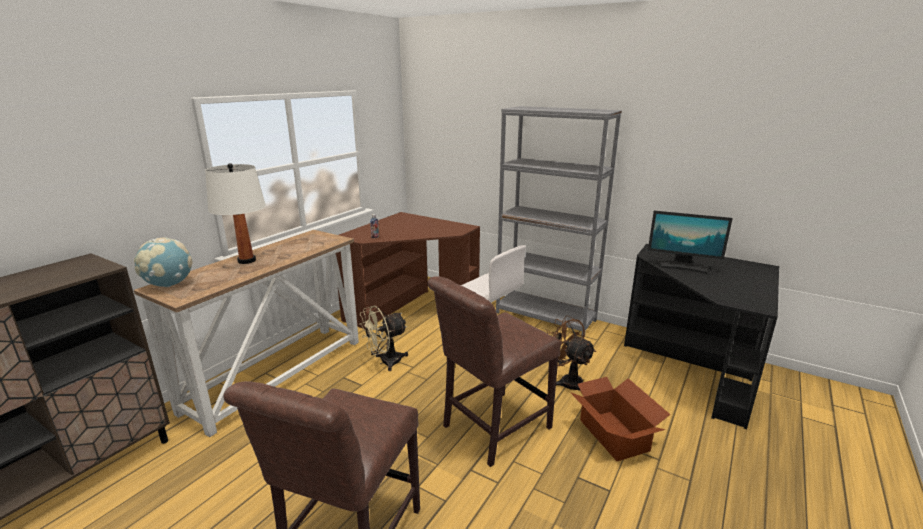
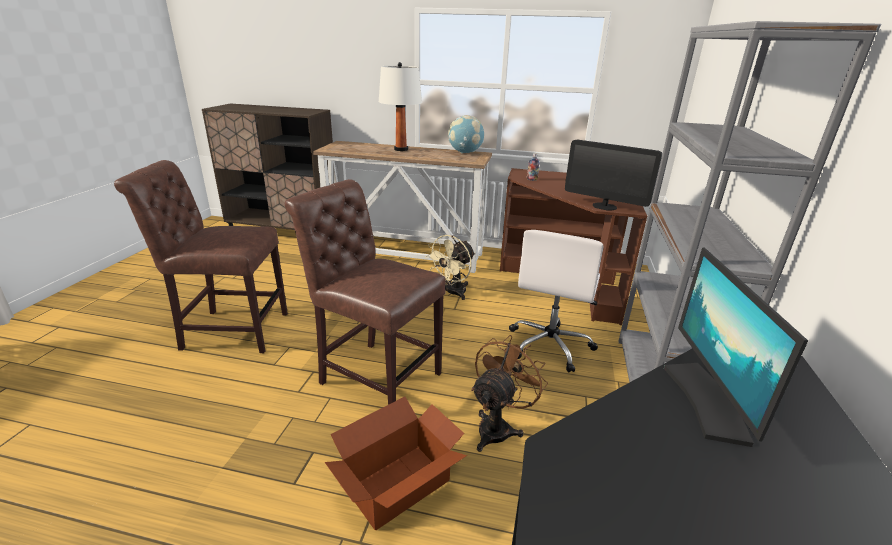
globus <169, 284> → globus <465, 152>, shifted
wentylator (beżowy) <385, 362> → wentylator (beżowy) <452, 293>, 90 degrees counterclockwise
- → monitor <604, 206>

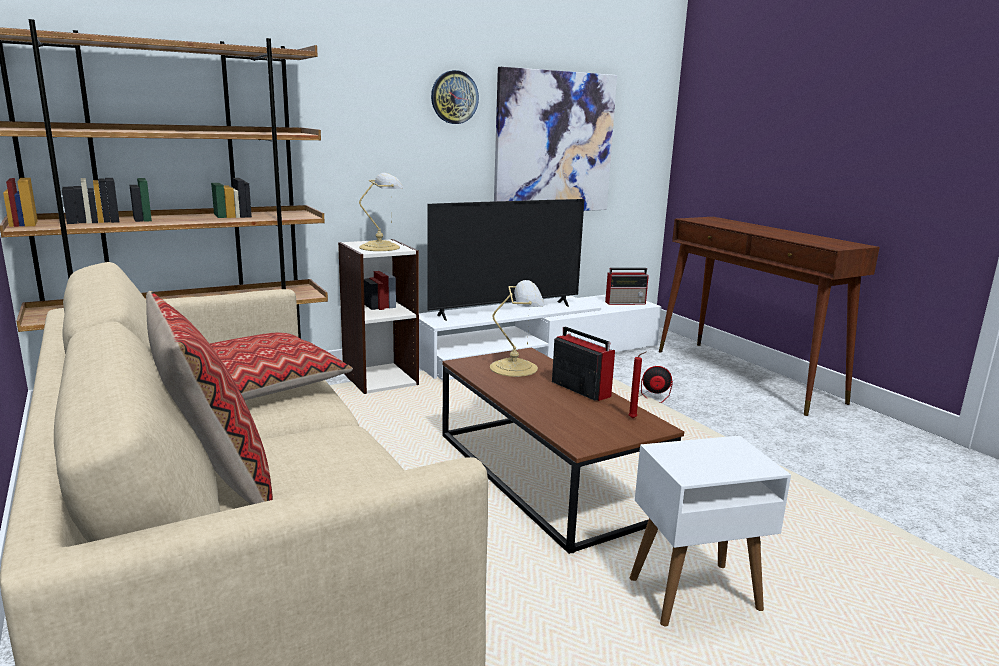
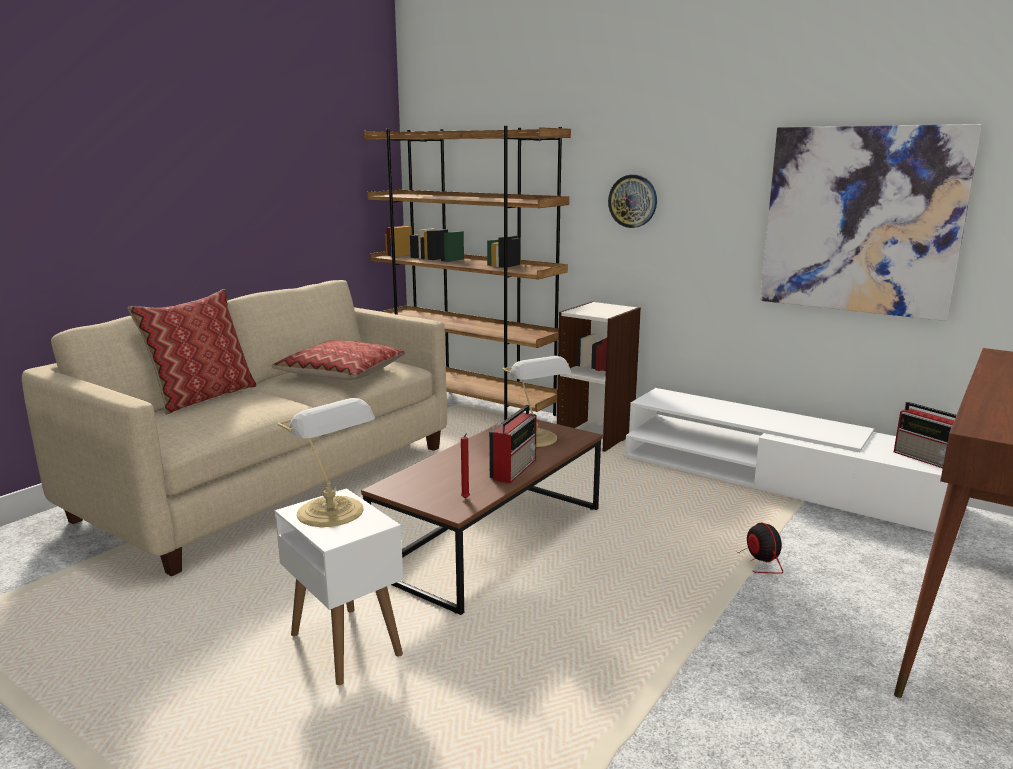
zegar ścienny <454, 97> → zegar ścienny <633, 201>, shifted
lampa stołowa <382, 247> → lampa stołowa <333, 512>, shifted
telewizor <505, 310> → -

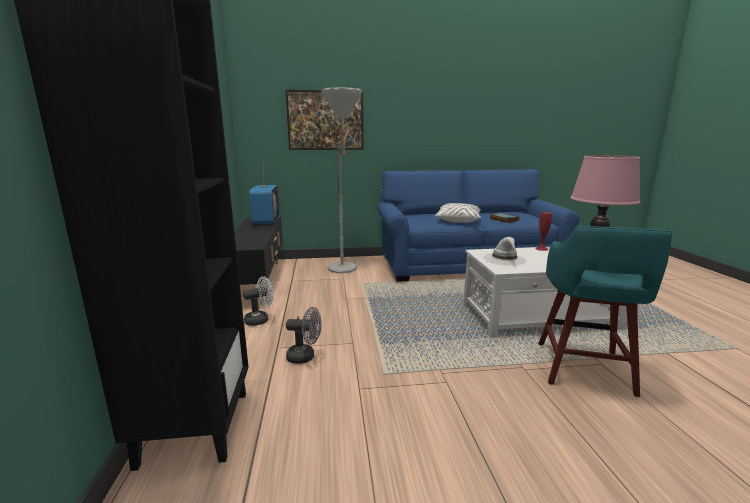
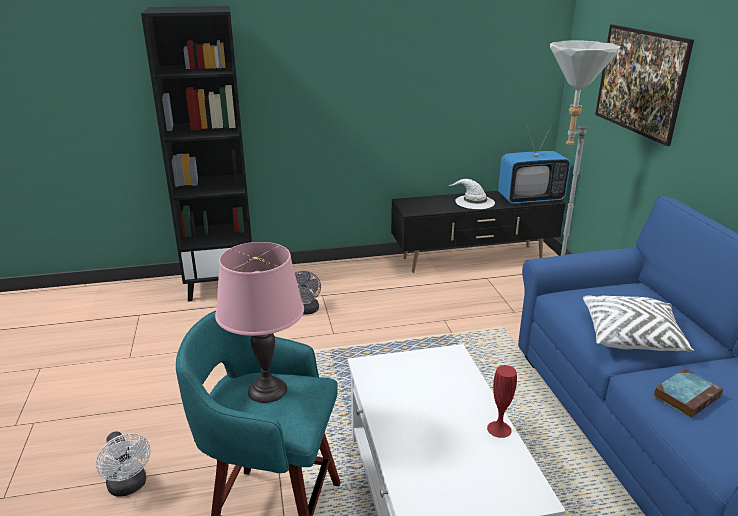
kapelusz (biały) <504, 259> → kapelusz (biały) <474, 202>, shifted
wentylator (biały) <260, 320> → wentylator (biały) <129, 486>, shifted

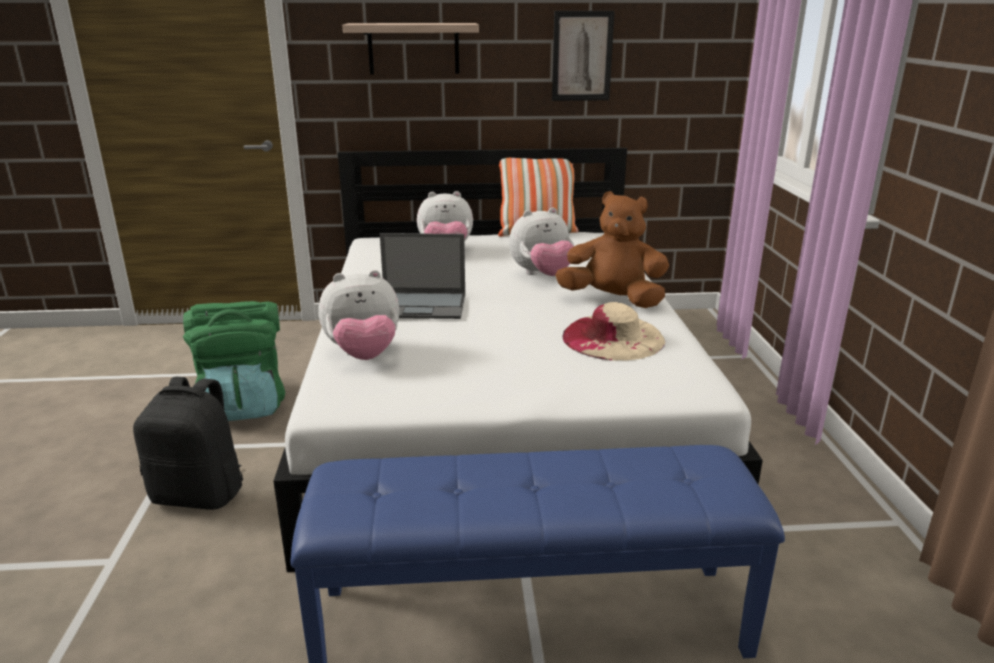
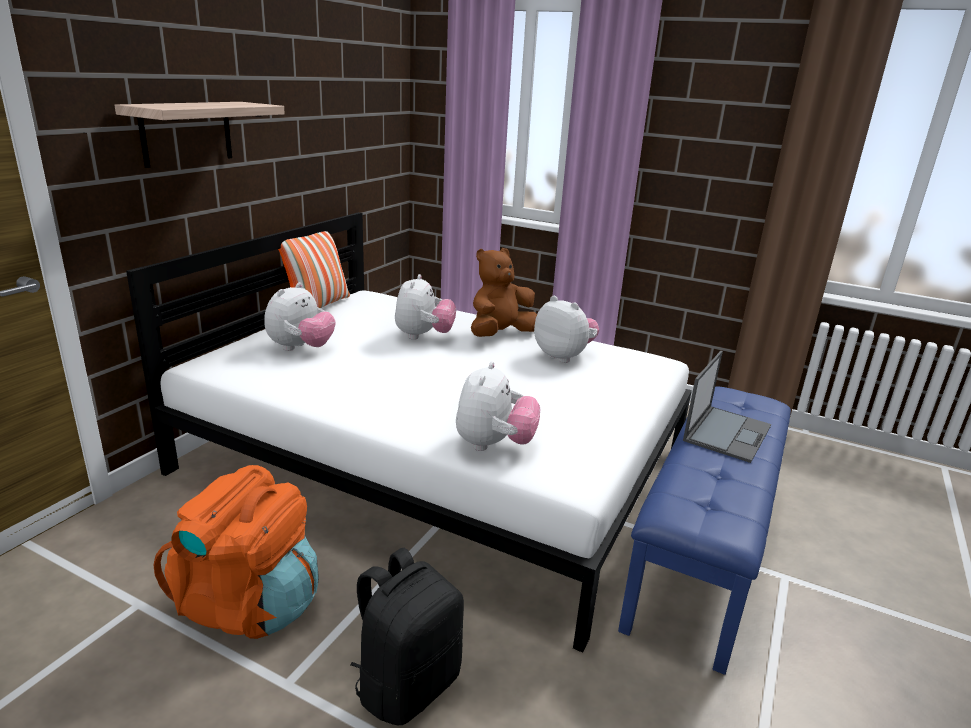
obraz <582, 56> → -
laptop <422, 306> → laptop <727, 433>, shifted
plecak (zielony) <245, 404> → plecak (pomarańczowy) <249, 604>
kapelusz (beżowy) <613, 338> → pluszak <564, 356>

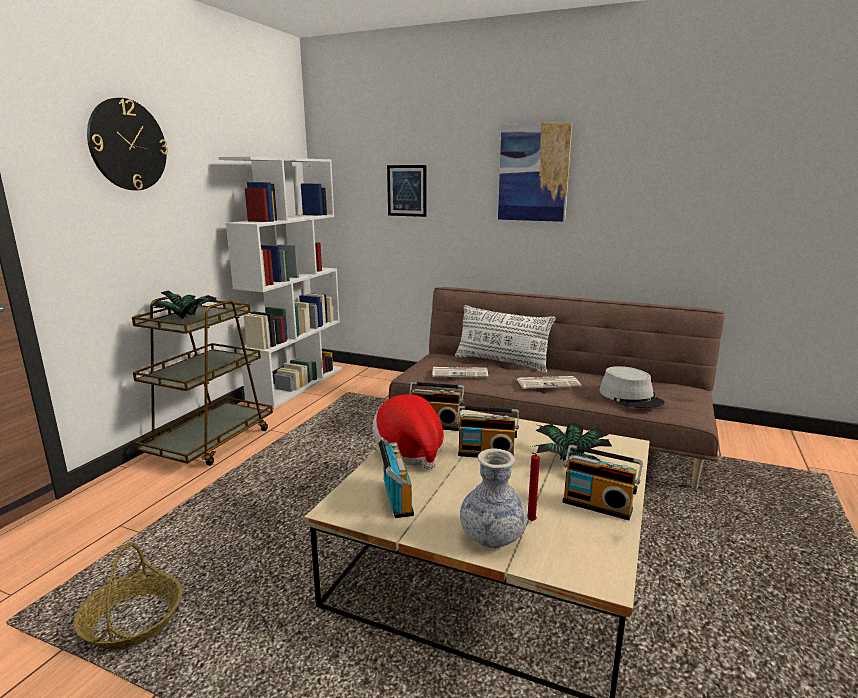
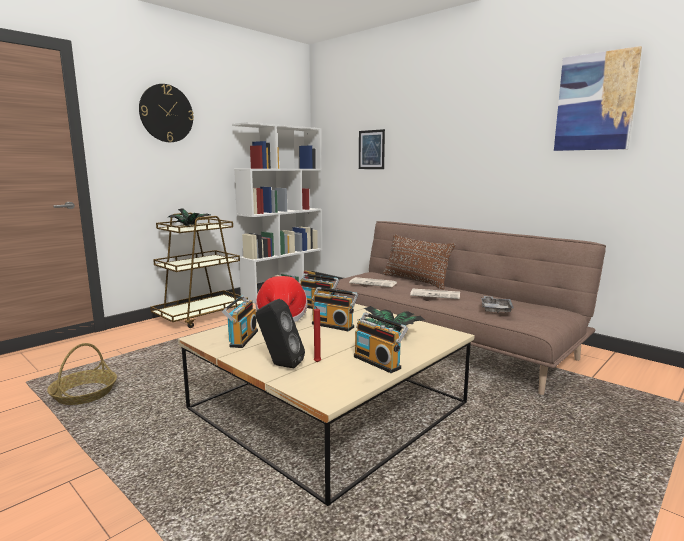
obraz <533, 173> → obraz <595, 102>, shifted
poduszka (biały) <501, 363> → poduszka (brązowy) <415, 281>
kapelusz (szary) <630, 397> → taca (szary) <495, 309>
wazon <492, 537> → głośnik (czarny) <279, 365>

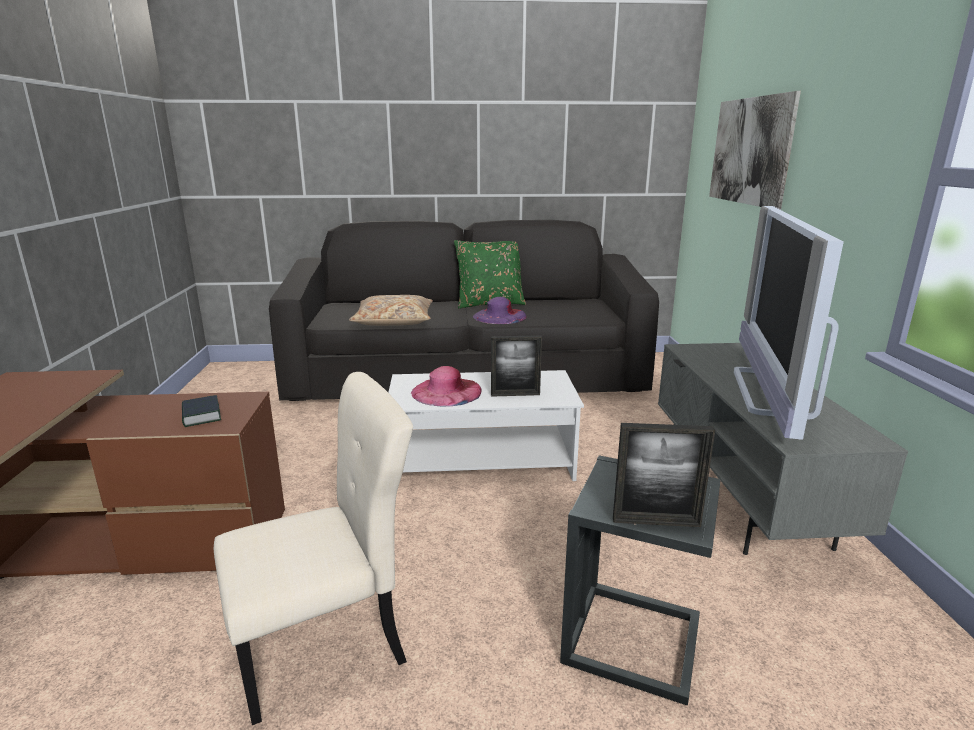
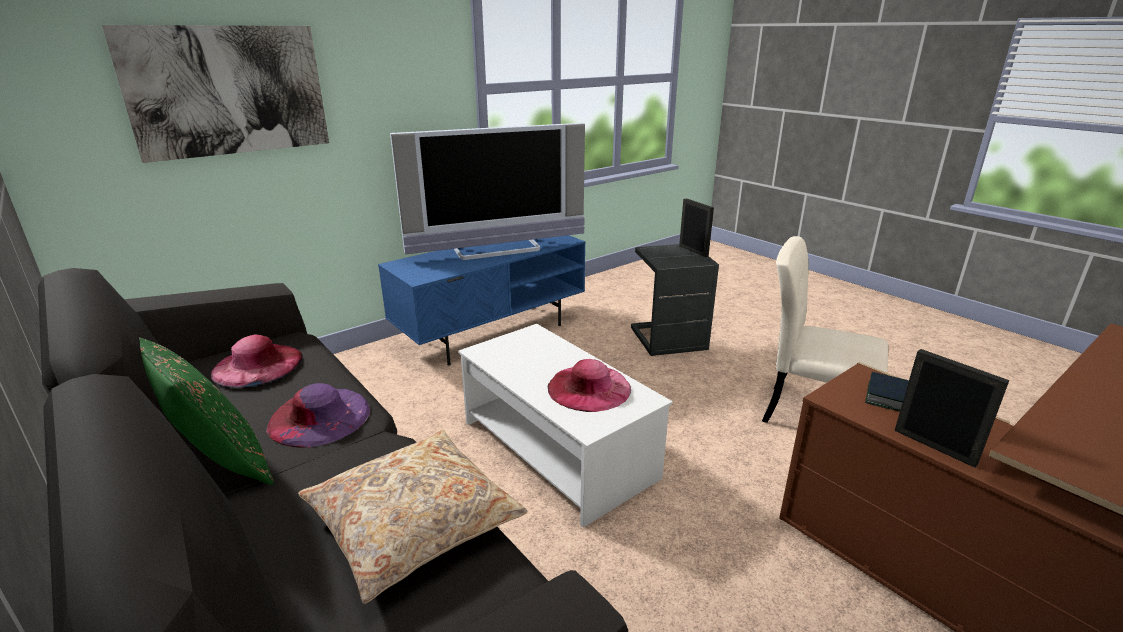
ramka na zdjęcie <515, 394> → ramka na zdjęcie <934, 446>, shifted
szafka pod telewizor (szary) <744, 496> → szafka pod telewizor (niebieski) <492, 332>
- → kapelusz (różowy) <257, 364>

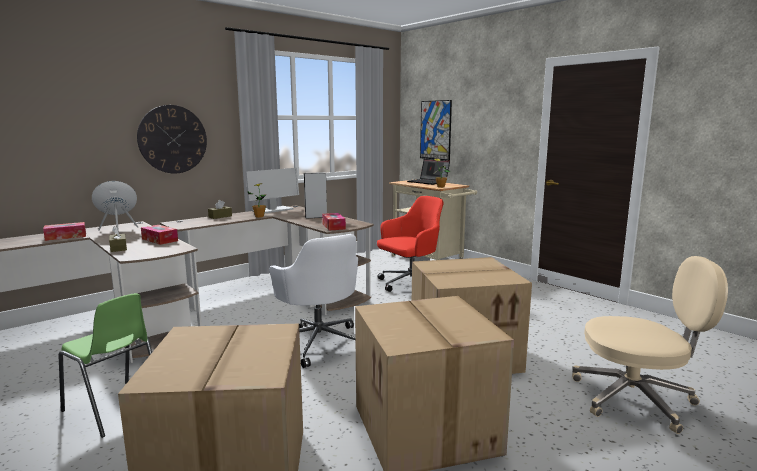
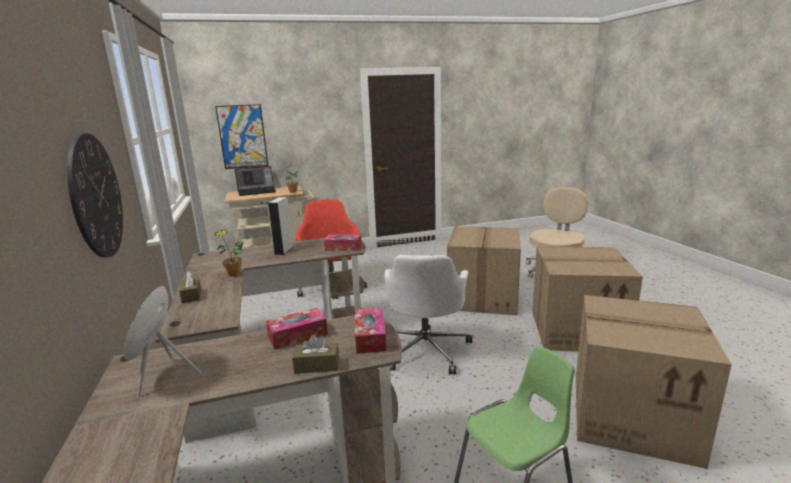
monitor <272, 210> → -
pudełko chusteczek <66, 236> → pudełko chusteczek <370, 337>, shifted
krzesło biurowe (biały) <319, 343> → krzesło biurowe (biały) <426, 349>, 105 degrees clockwise

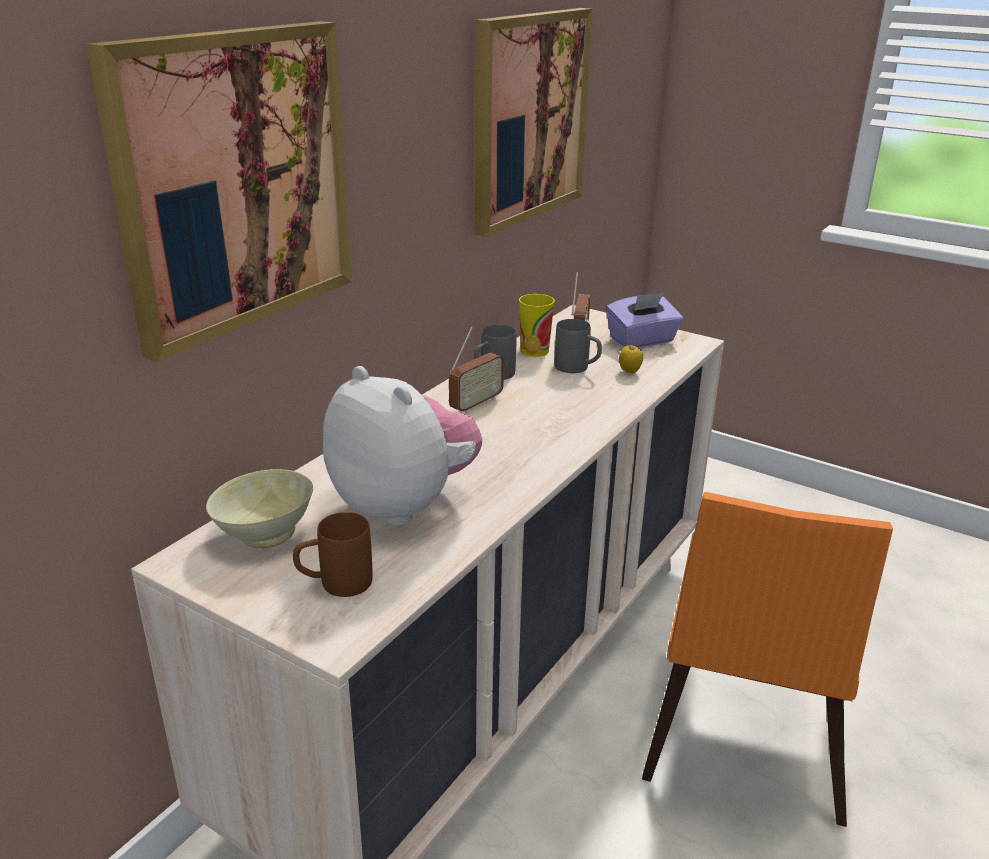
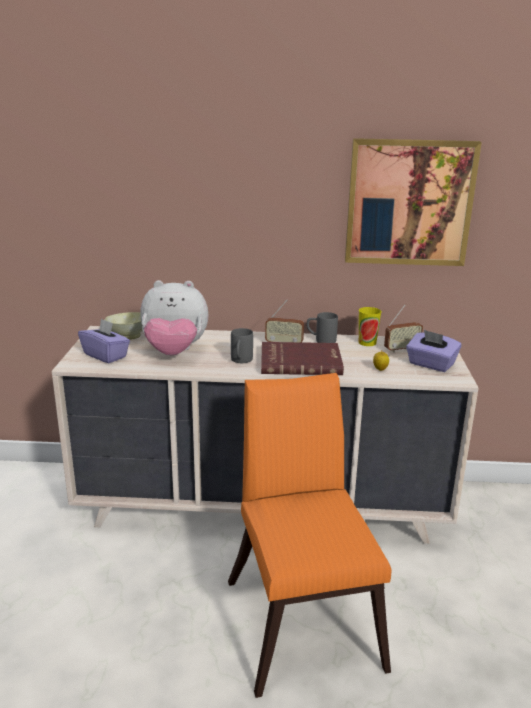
obraz <235, 182> → -
kubek (szary) <578, 369> → kubek (szary) <240, 361>, shifted
pluszak <404, 504> → pluszak <174, 352>, 75 degrees clockwise
krzesło (pomarańczowy) <742, 736> → krzesło (pomarańczowy) <302, 614>, 90 degrees clockwise
kubek (brązowy) <335, 584> → pudełko chusteczek (fioletowy) <106, 355>
- → książka (czerwony) <300, 361>

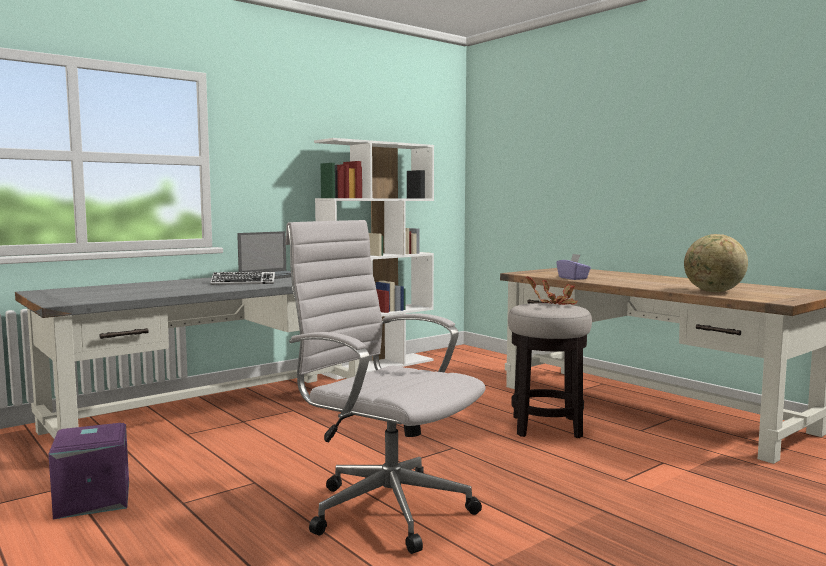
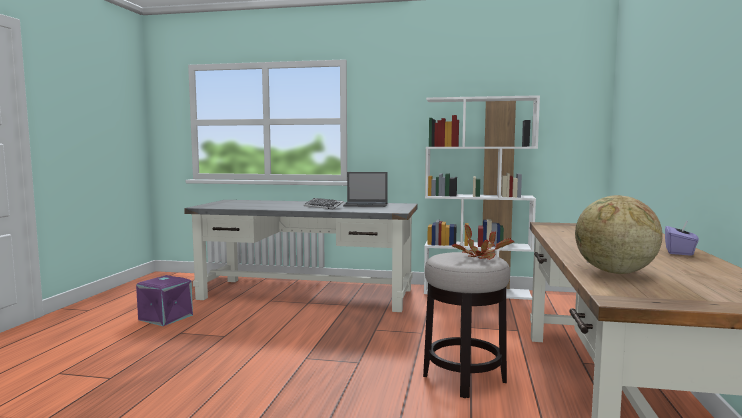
krzesło biurowe (biały) <384, 508> → -
pudełko chusteczek (fioletowy) <573, 278> → pudełko chusteczek (fioletowy) <680, 252>, shifted

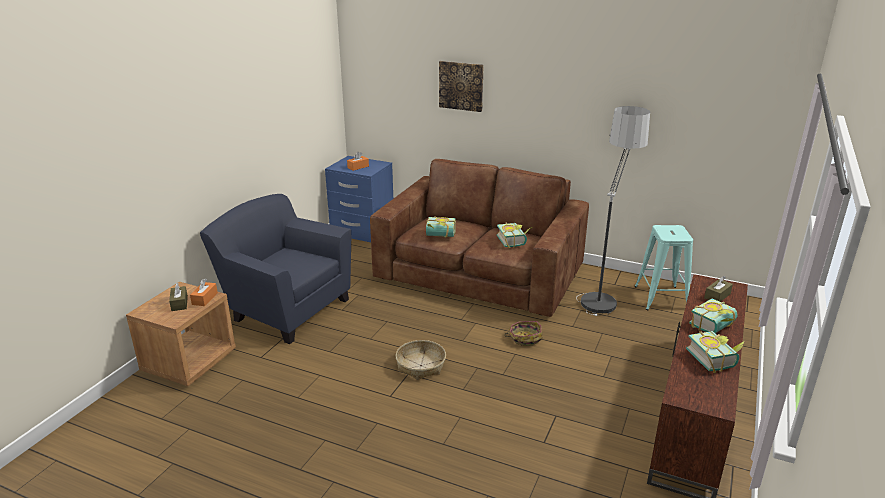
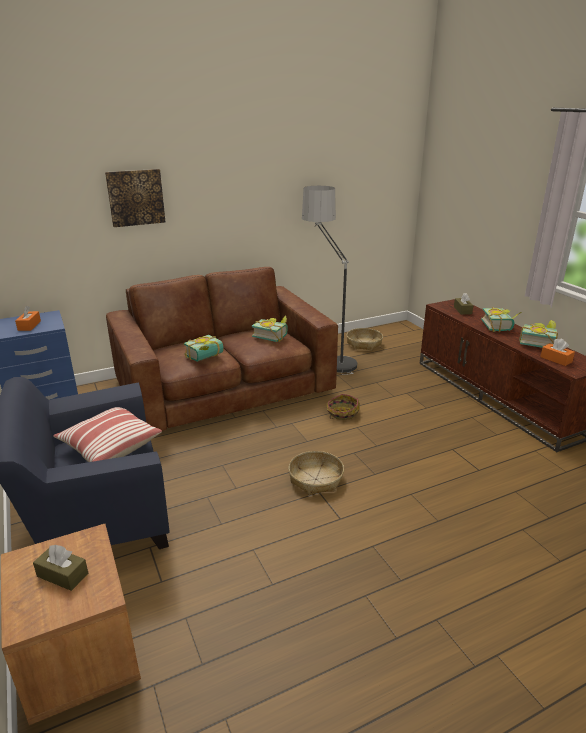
stołek (turkusowy) <661, 298> → koszyk <364, 344>
pudełko chusteczek (pomarańczowy) <204, 298> → pudełko chusteczek (pomarańczowy) <556, 359>, shifted
- → poduszka <109, 446>

